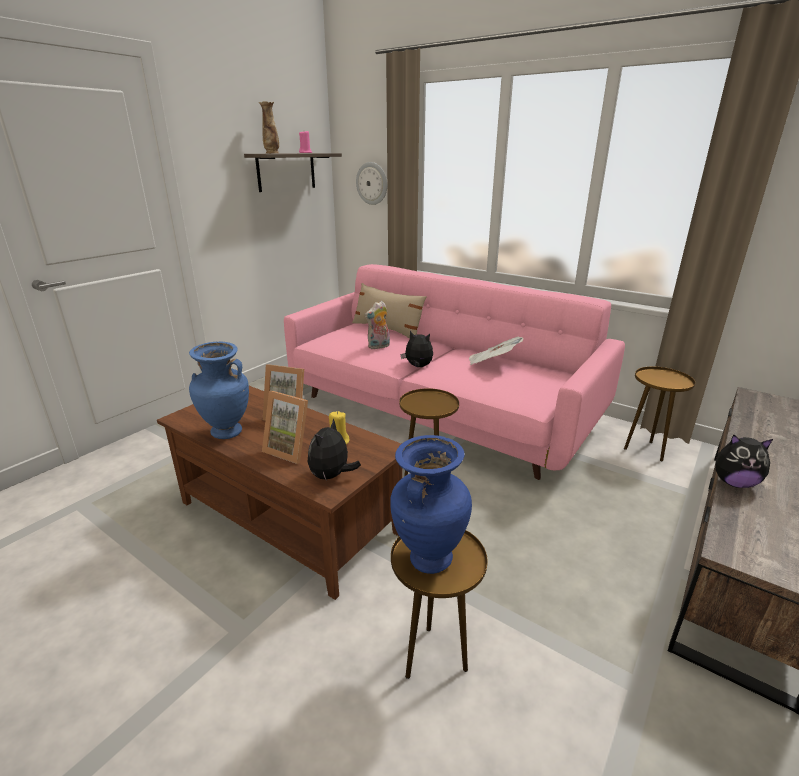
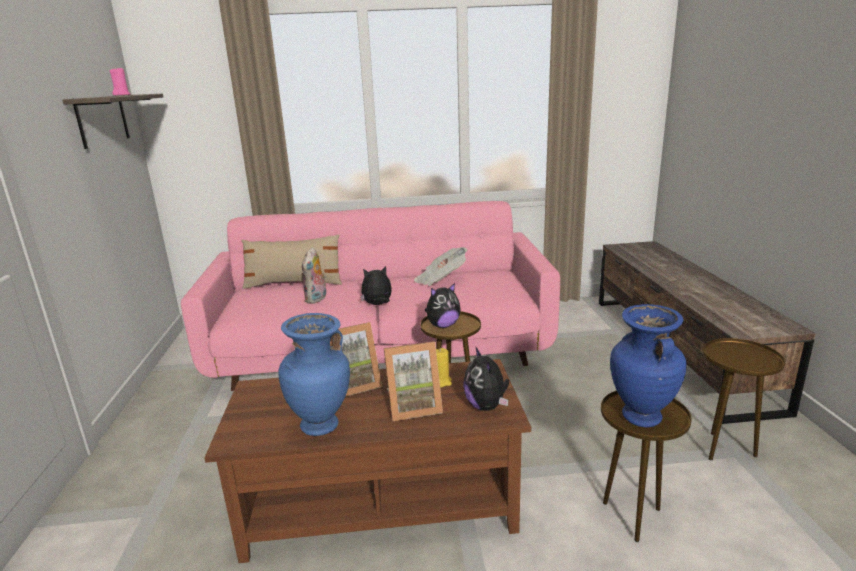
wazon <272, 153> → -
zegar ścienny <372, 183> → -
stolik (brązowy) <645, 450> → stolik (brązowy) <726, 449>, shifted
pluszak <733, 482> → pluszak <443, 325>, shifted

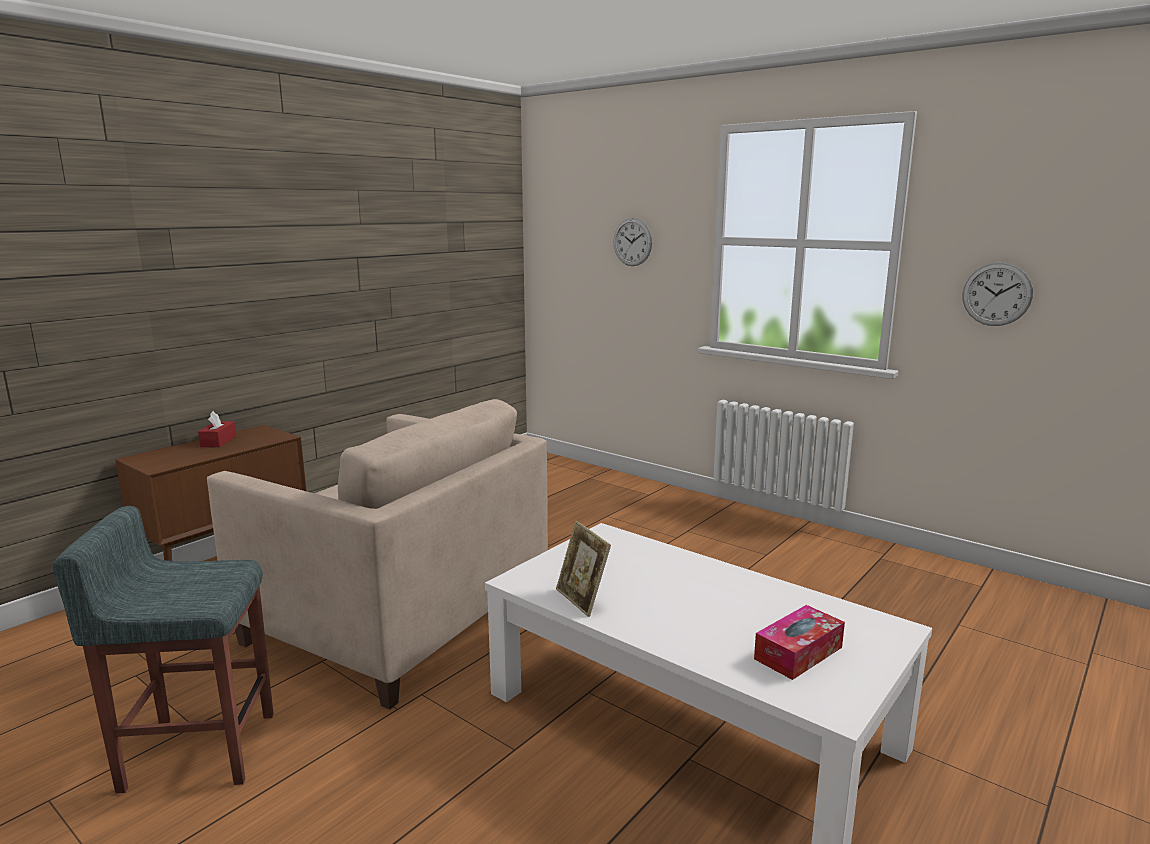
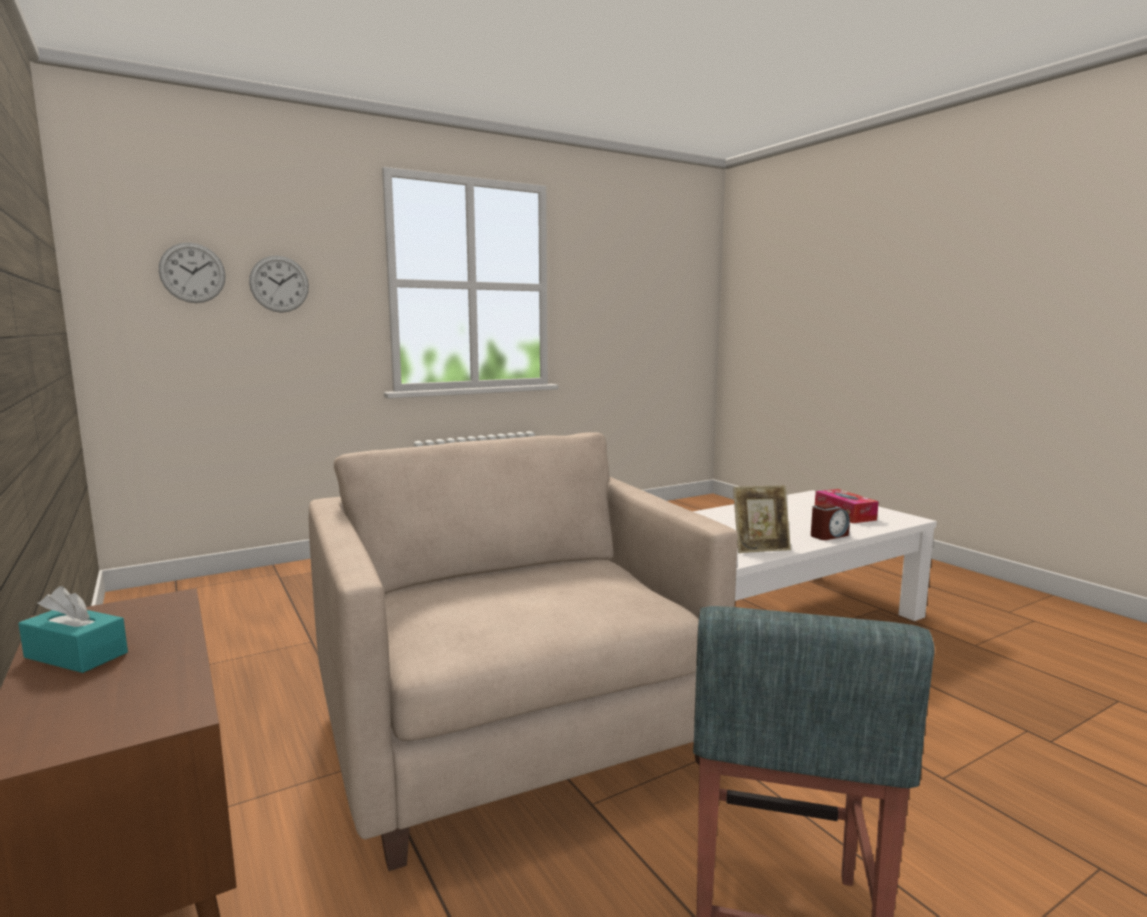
zegar ścienny <996, 294> → zegar ścienny <192, 273>, shifted
fotel (beżowy) <398, 616> → fotel (beżowy) <513, 734>, 75 degrees counterclockwise
pudełko chusteczek (czerwony) <218, 441> → pudełko chusteczek (turkusowy) <76, 655>
- → budzik <828, 535>

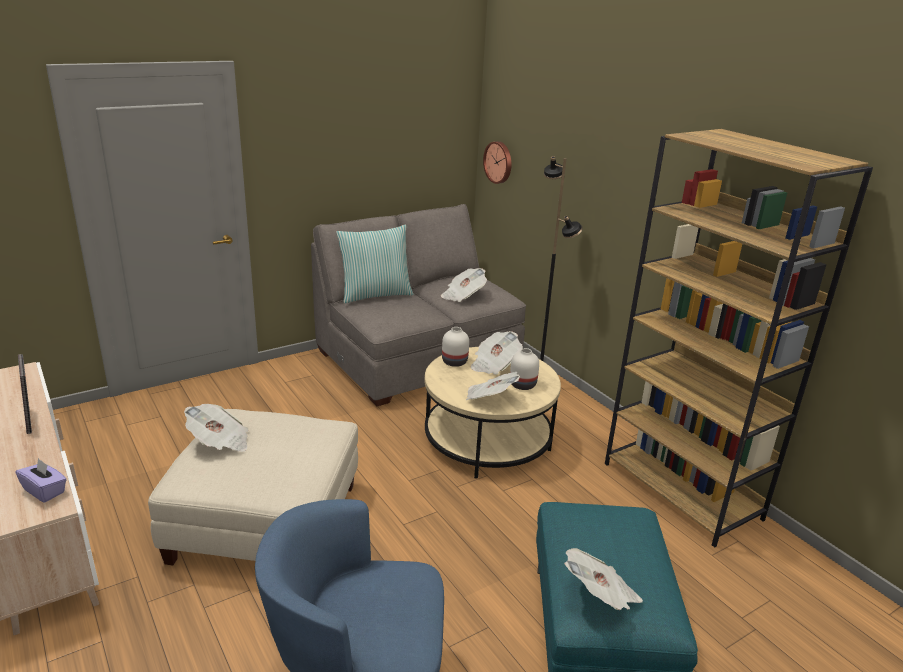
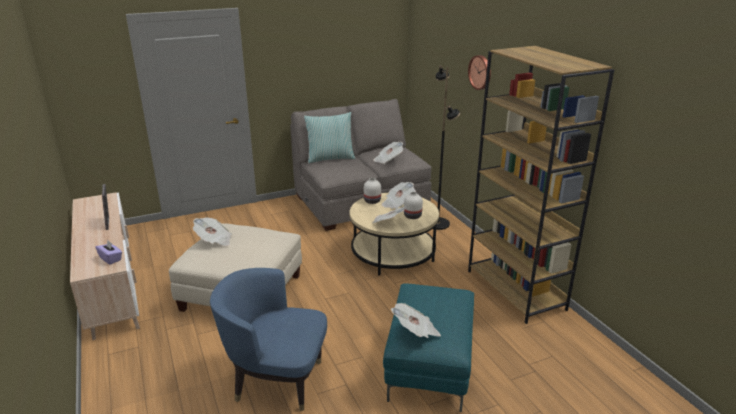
zegar ścienny <499, 162> → zegar ścienny <480, 72>, shifted

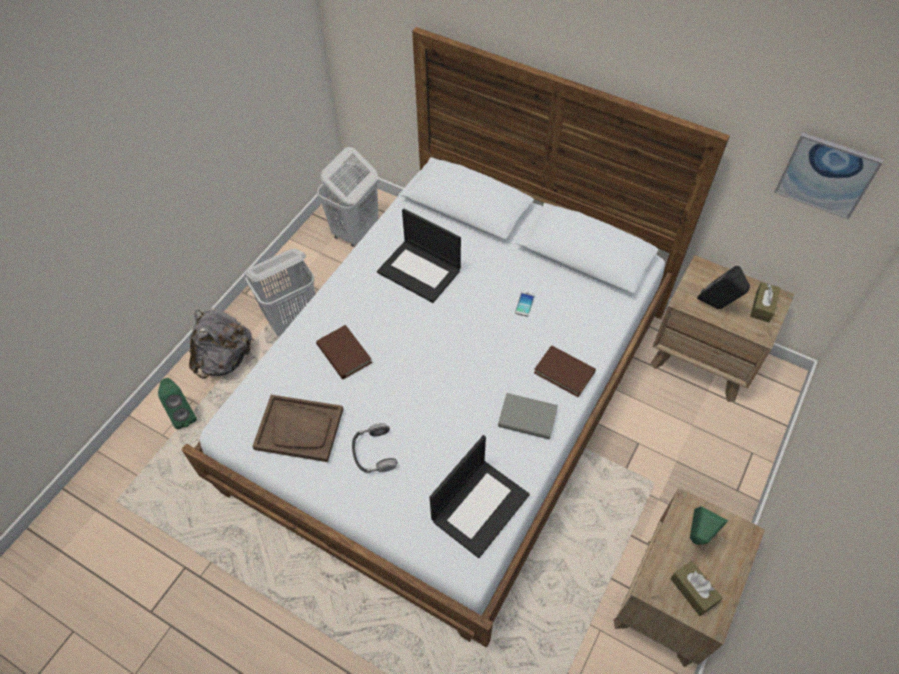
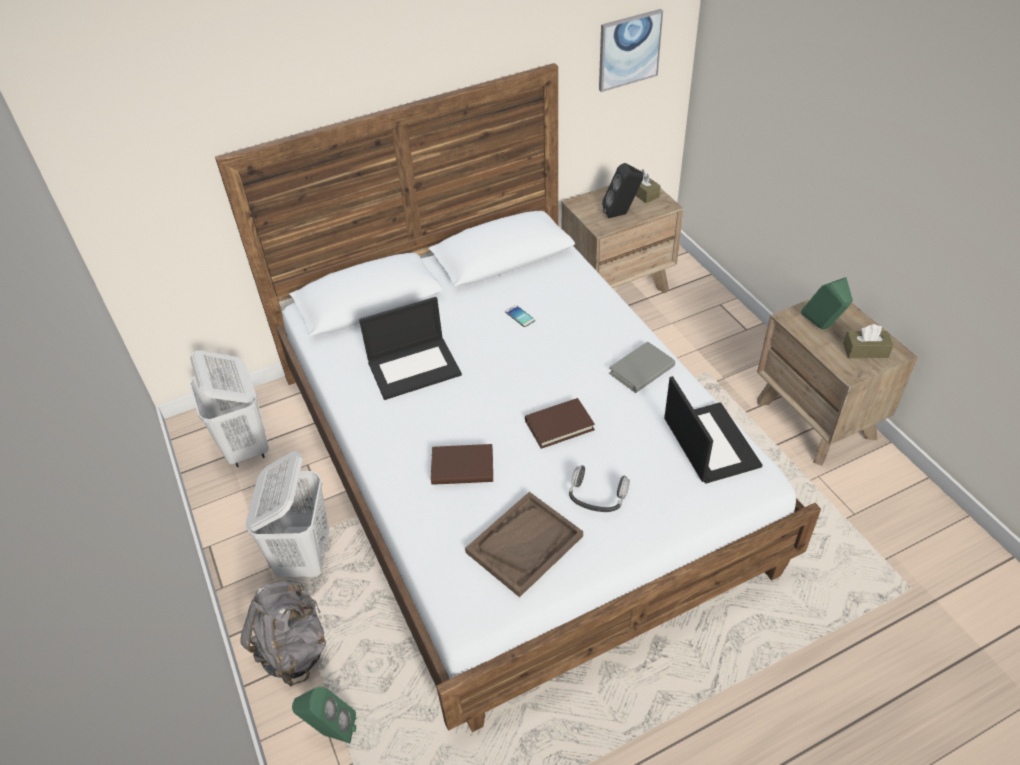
książka (brązowy) <564, 372> → książka (brązowy) <559, 425>, shifted

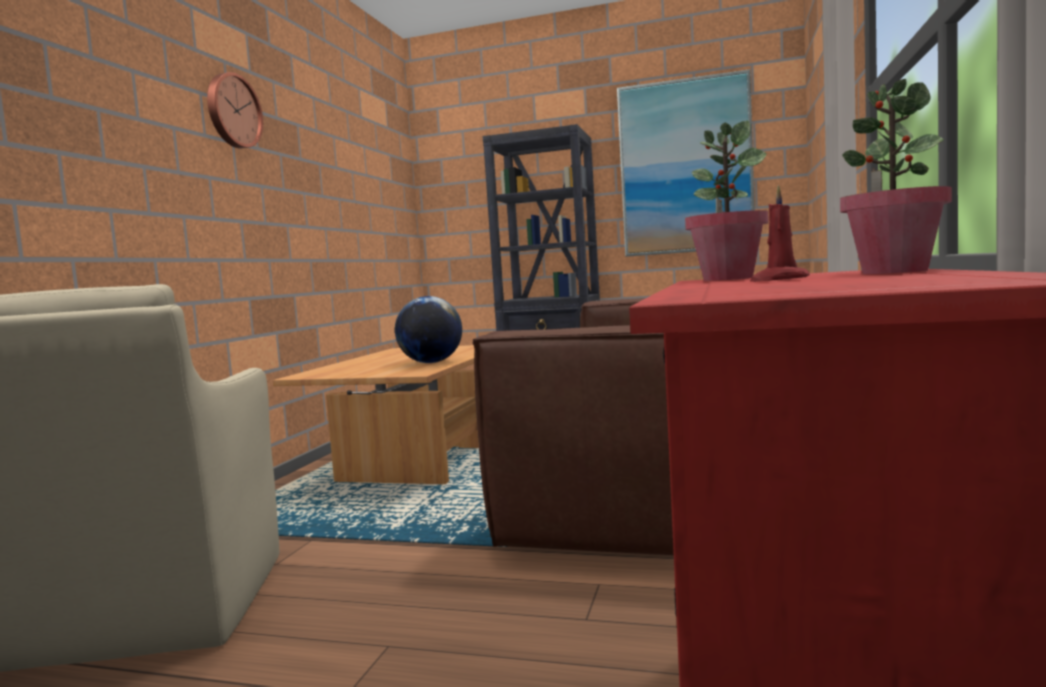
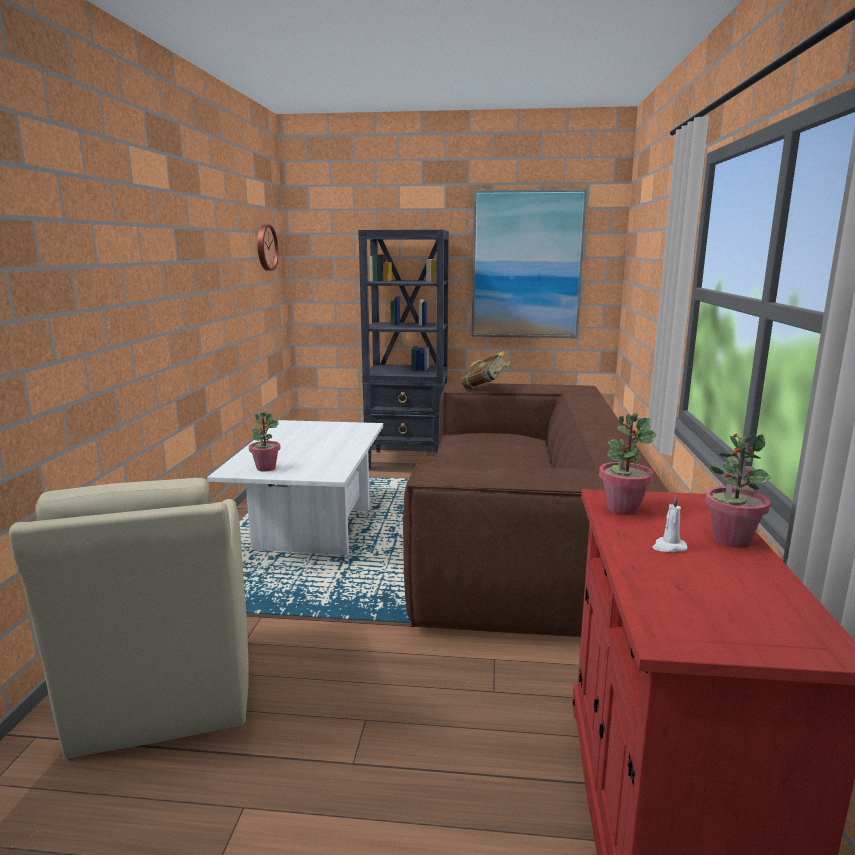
zegar ścienny <232, 111> → zegar ścienny <265, 247>, shifted
świeca (czerwony) <778, 280> → świeca (biały) <668, 547>
globus <431, 363> → -
ława (brązowy) <414, 463> → ława (biały) <311, 527>
- → książka <485, 388>
- → roślina doniczkowa <266, 468>

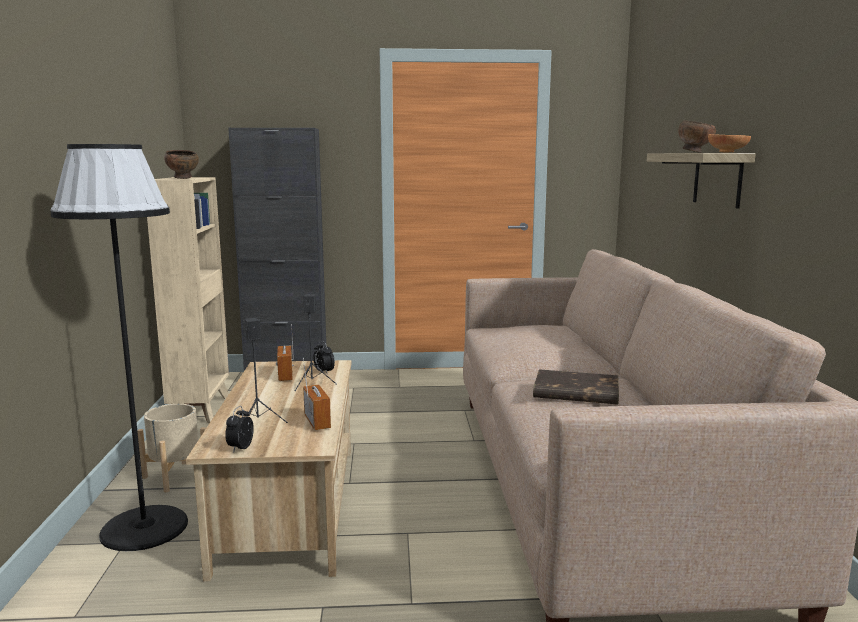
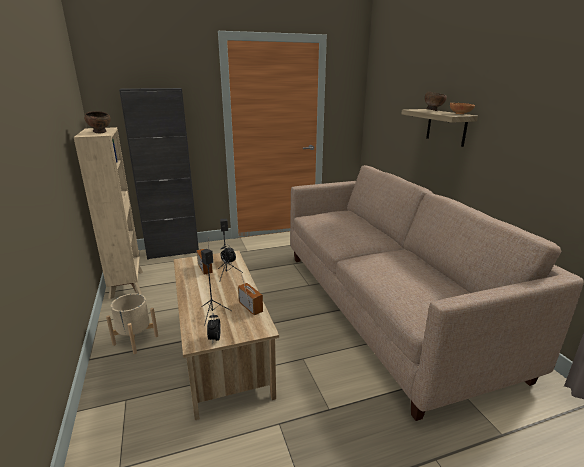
lampa stojąca (czarny) <144, 527> → -
książka (brązowy) <575, 392> → -

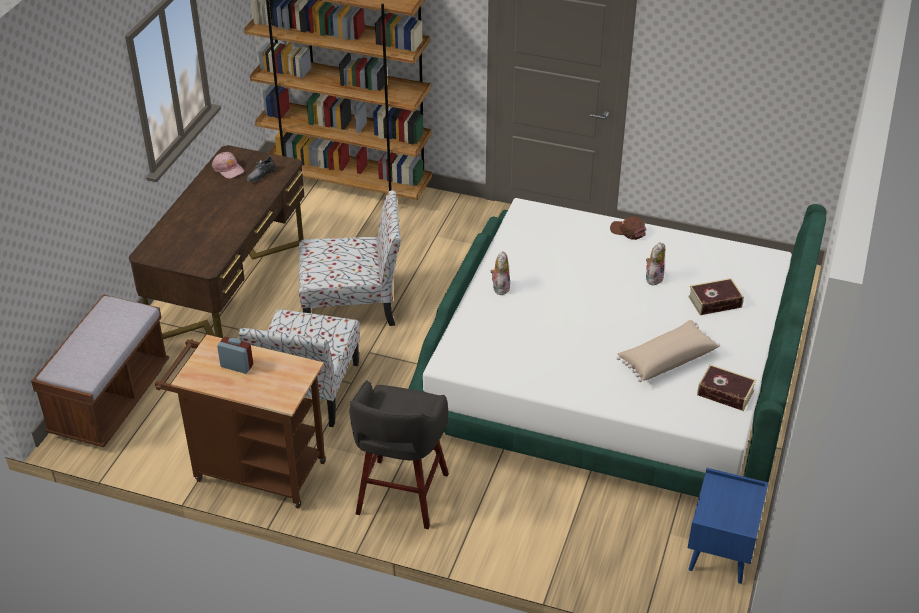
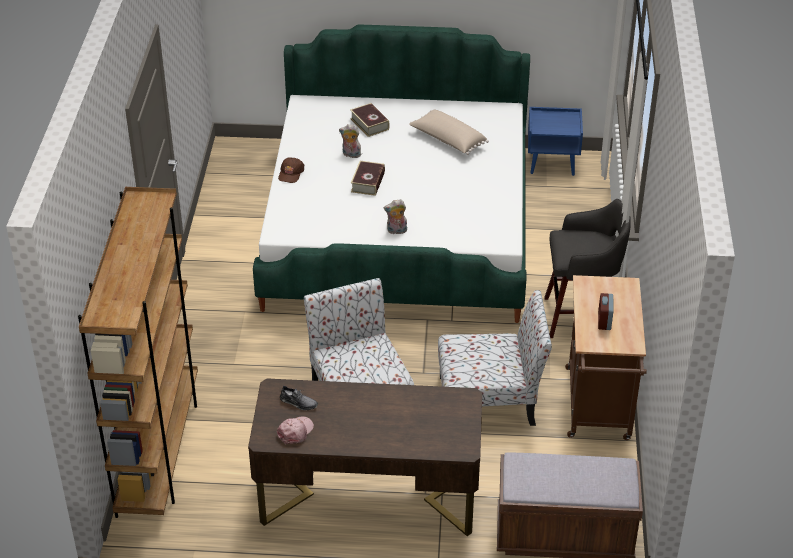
książka <725, 393> → książka <368, 182>, shifted

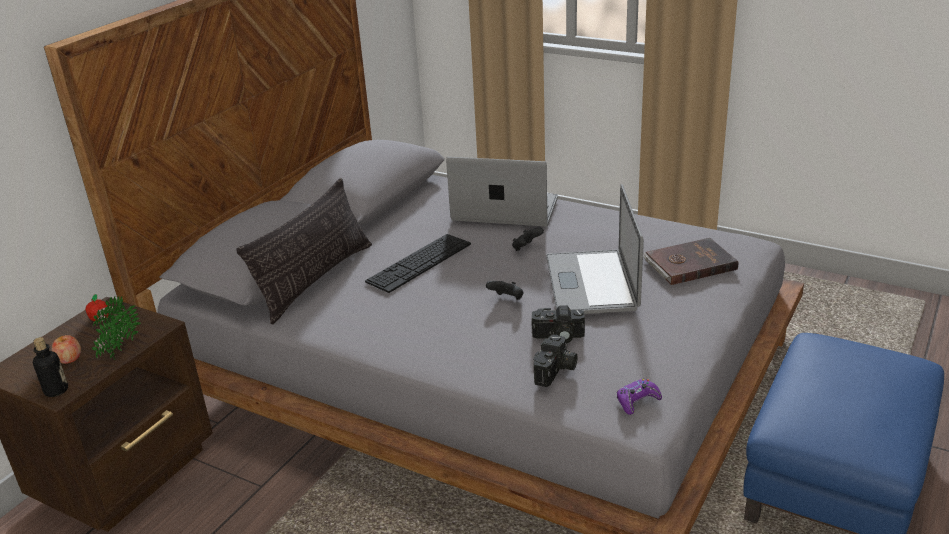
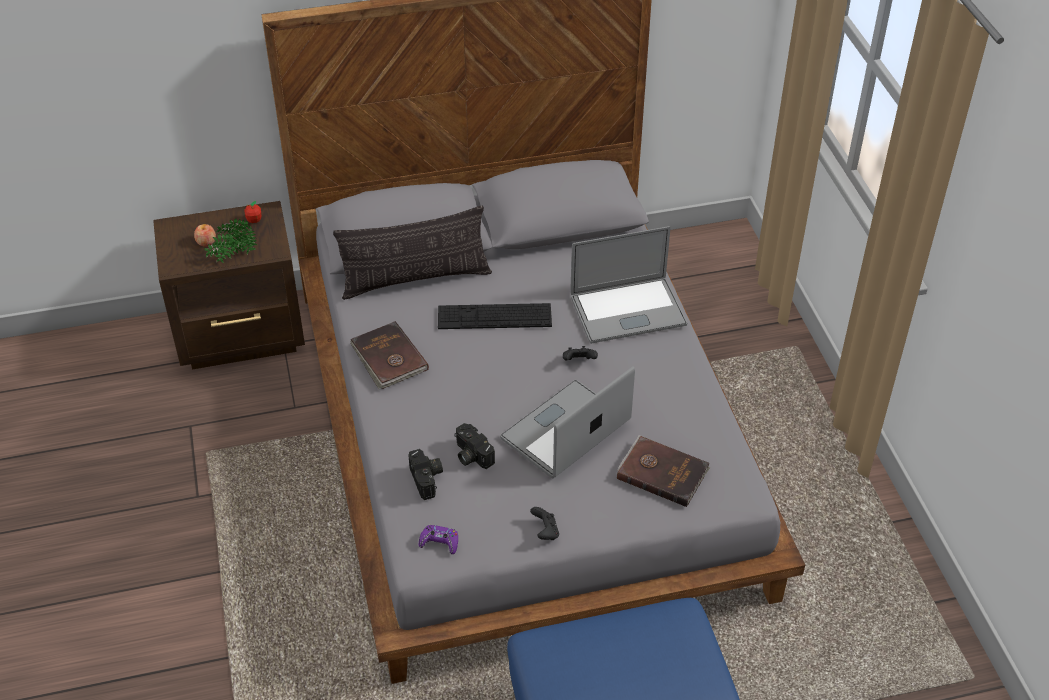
laptop <505, 209> → laptop <628, 310>, 105 degrees clockwise
pad do gier (czarny) <507, 299> → pad do gier (czarny) <545, 532>, shifted
aparat fotograficzny <556, 371> → aparat fotograficzny <428, 479>, 90 degrees counterclockwise
butelka <56, 390> → -
- → książka (brązowy) <388, 358>

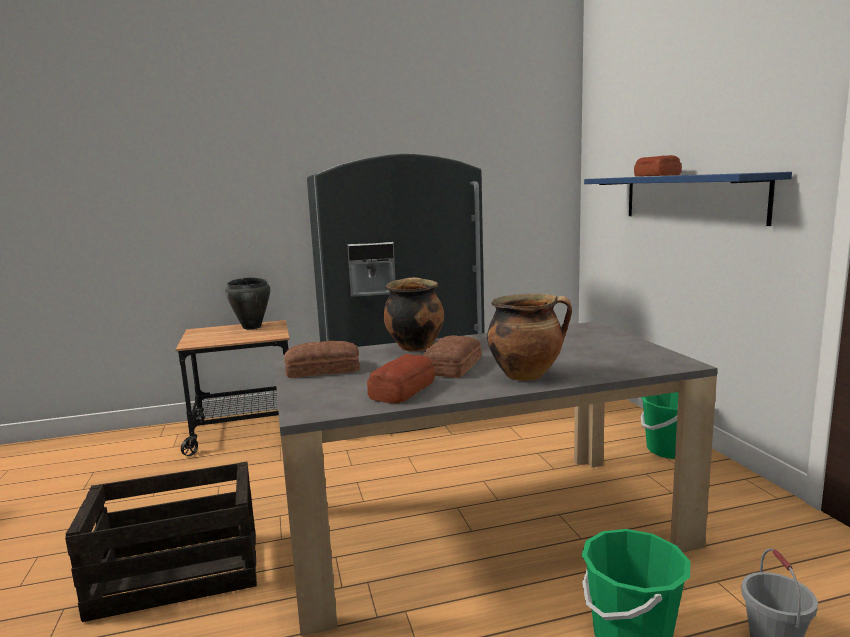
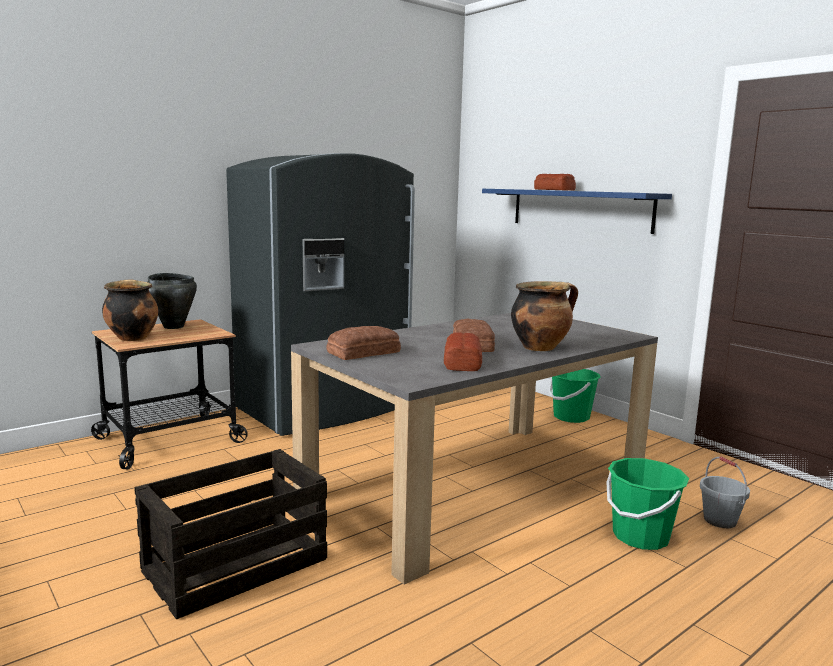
garnek <414, 346> → garnek <132, 338>, shifted

